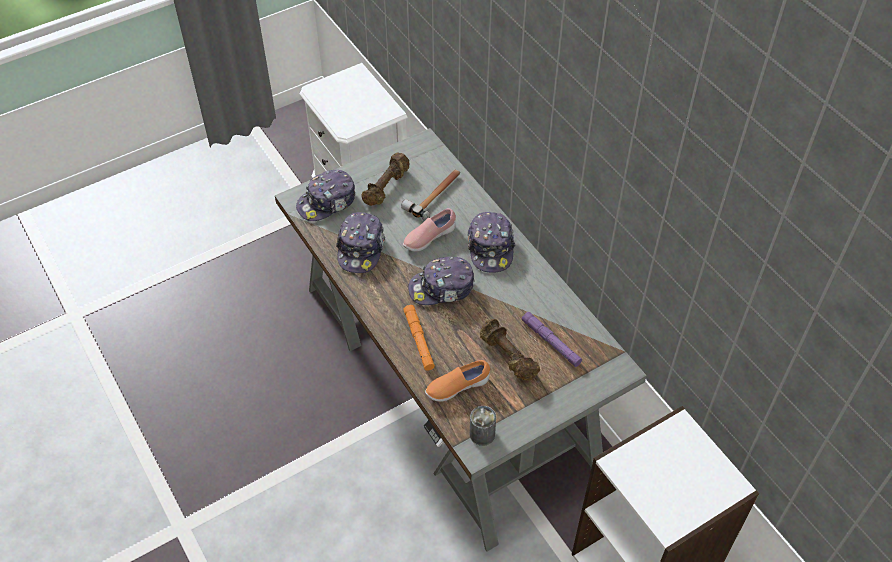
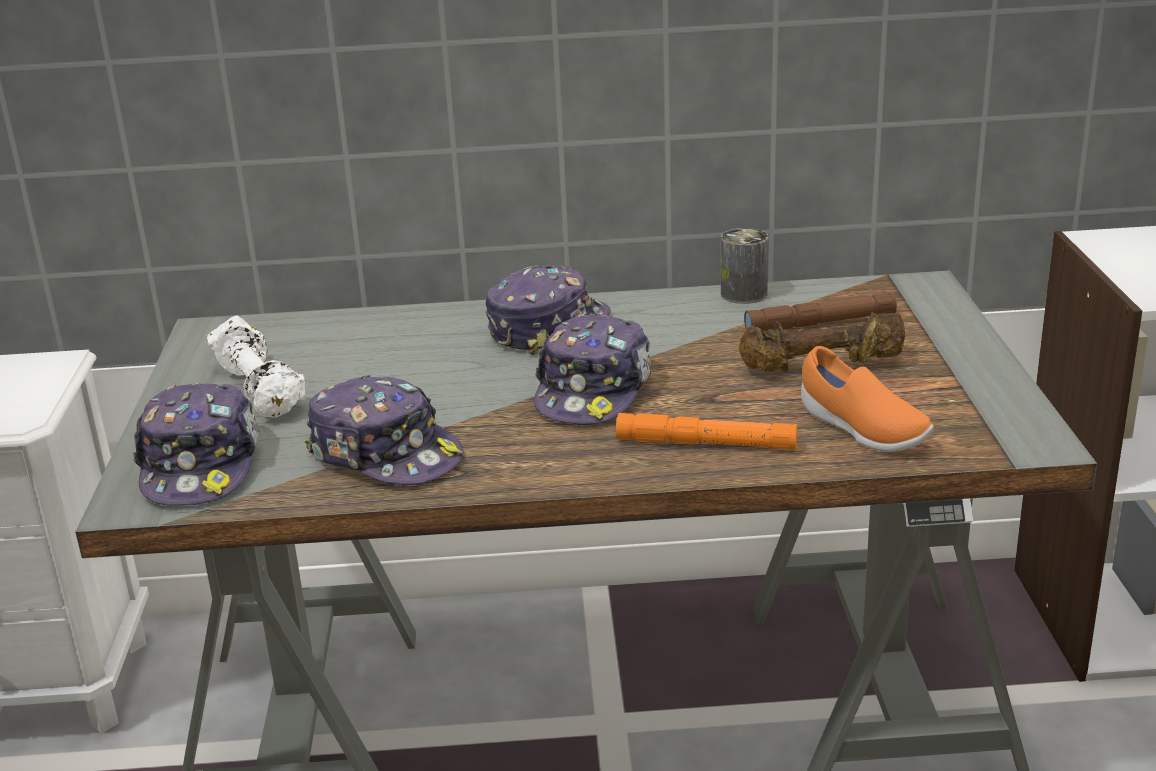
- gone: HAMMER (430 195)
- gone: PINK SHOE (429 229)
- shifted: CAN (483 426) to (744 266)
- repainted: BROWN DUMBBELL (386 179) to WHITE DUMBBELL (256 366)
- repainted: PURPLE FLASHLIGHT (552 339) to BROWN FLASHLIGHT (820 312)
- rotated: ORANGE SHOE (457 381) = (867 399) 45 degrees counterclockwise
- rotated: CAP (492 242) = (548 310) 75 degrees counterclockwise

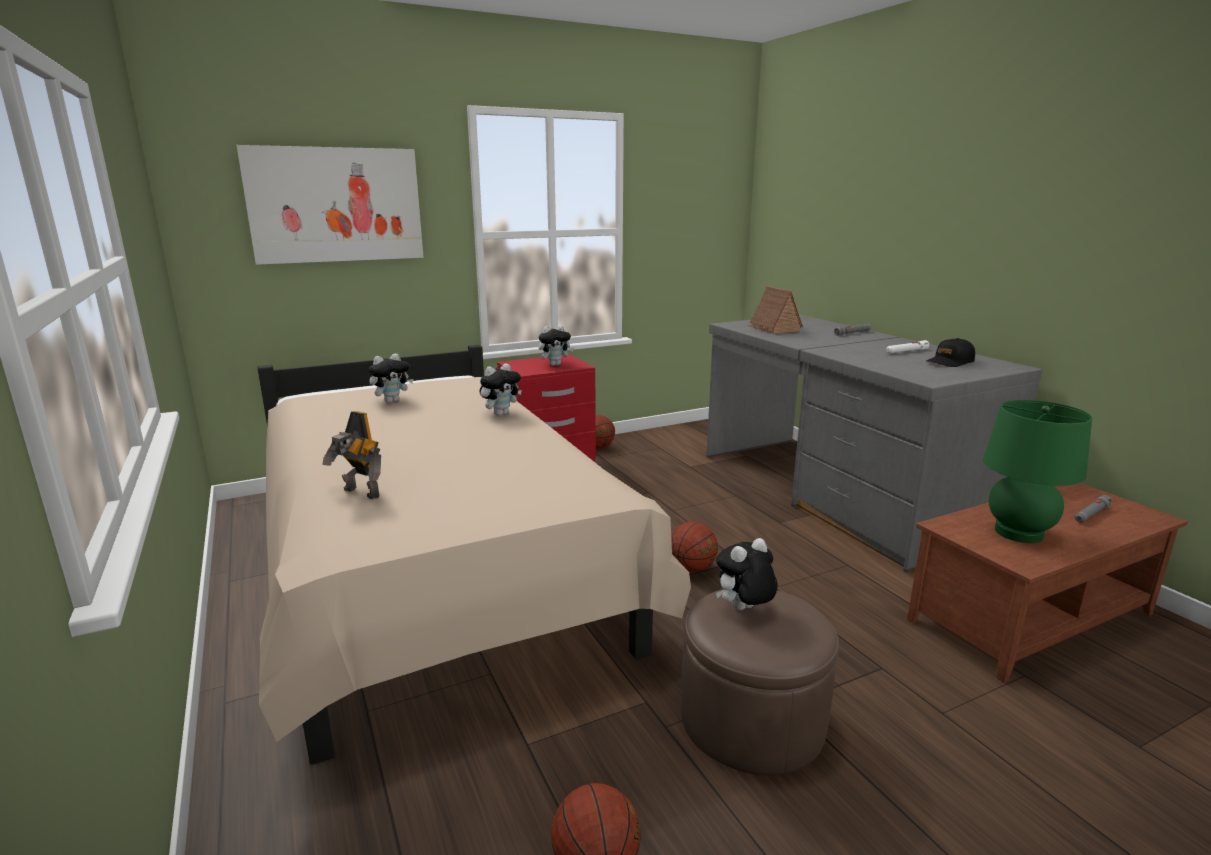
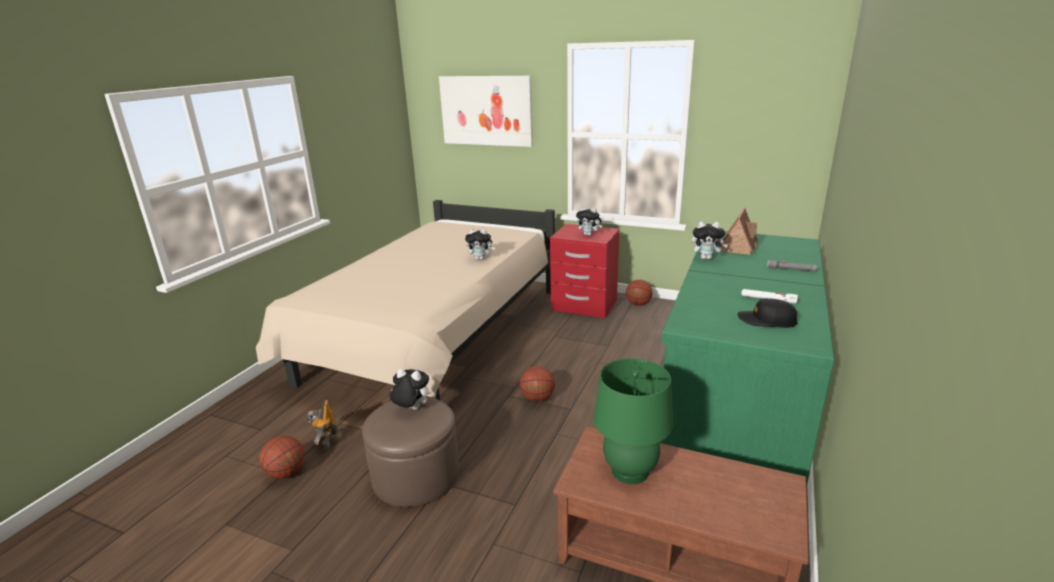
- gone: GREY FLASHLIGHT (1093 508)
- shifted: TOY ROBOT (351 455) to (321 426)
- shifted: PLUSH TOY (391 378) to (709 240)
- repainted: GREY DESK (874 443) to GREEN DESK (746 359)

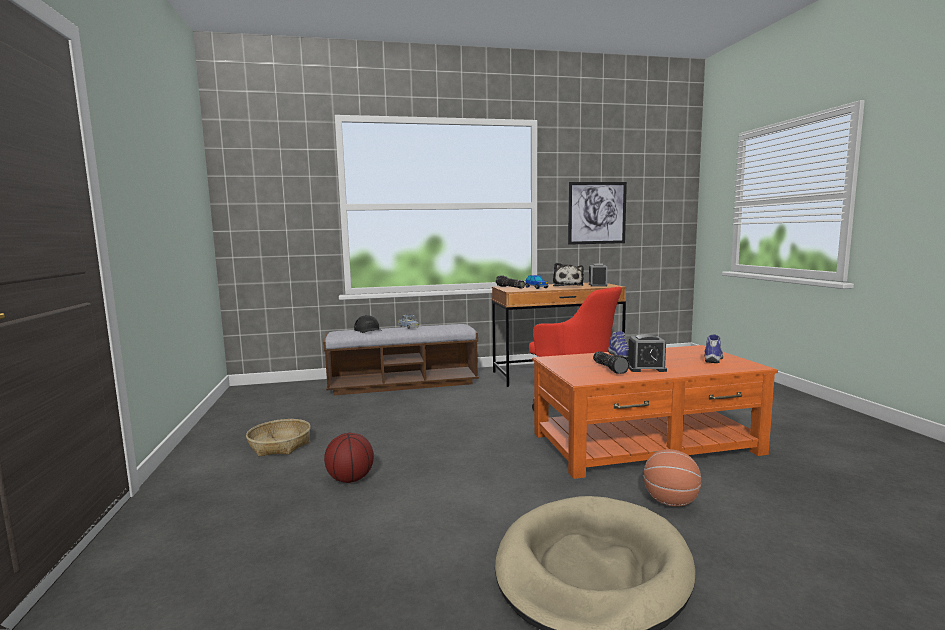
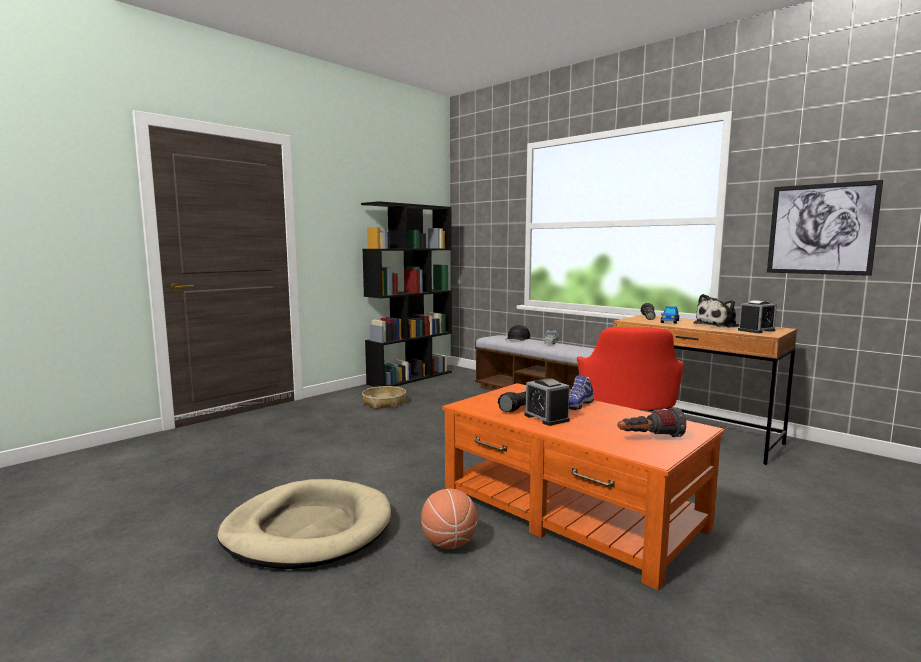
- gone: BASKETBALL (349 458)
- new: BLACK BOOKCASE (406 294)
- swapped: SHOE (713 348) to FLASHLIGHT (652 422)

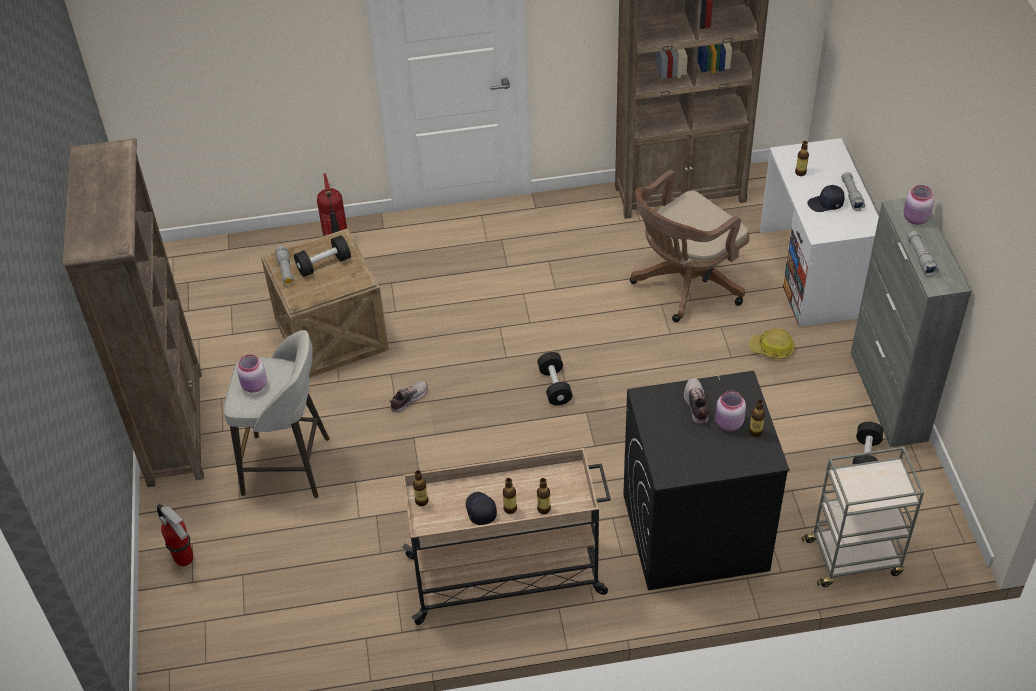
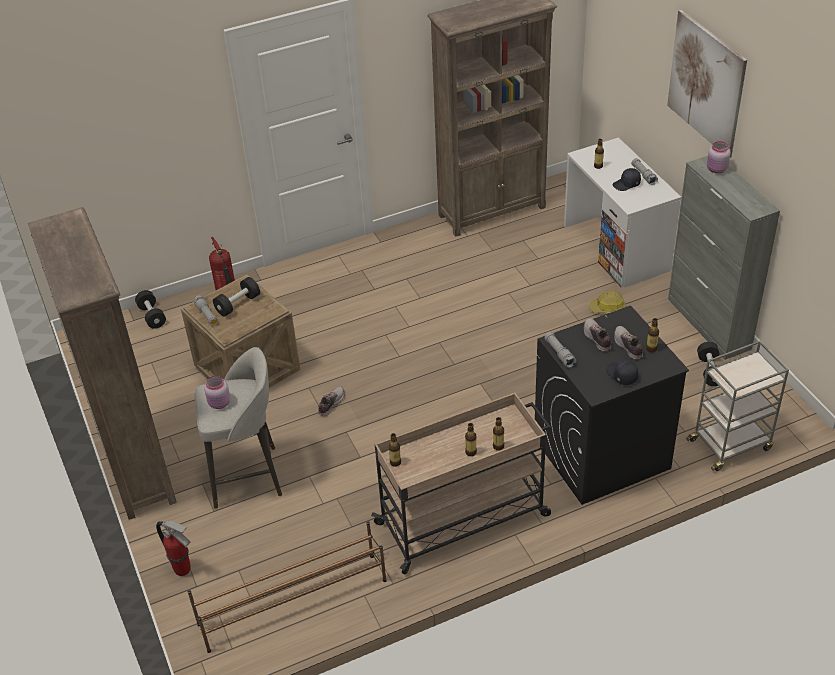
- gone: BROWN OFFICE CHAIR (690 246)
- new: BROWN SHOE RACK (287 587)
- new: PICTURE (707 84)
- shifted: BLACK CAP (481 508) to (622 372)
- shifted: BLACK DUMBBELL (554 379) to (150 309)
- shifted: GREY FLASHLIGHT (923 254) to (560 350)
- swapped: PINK JAR (730 411) to SHOE (628 342)

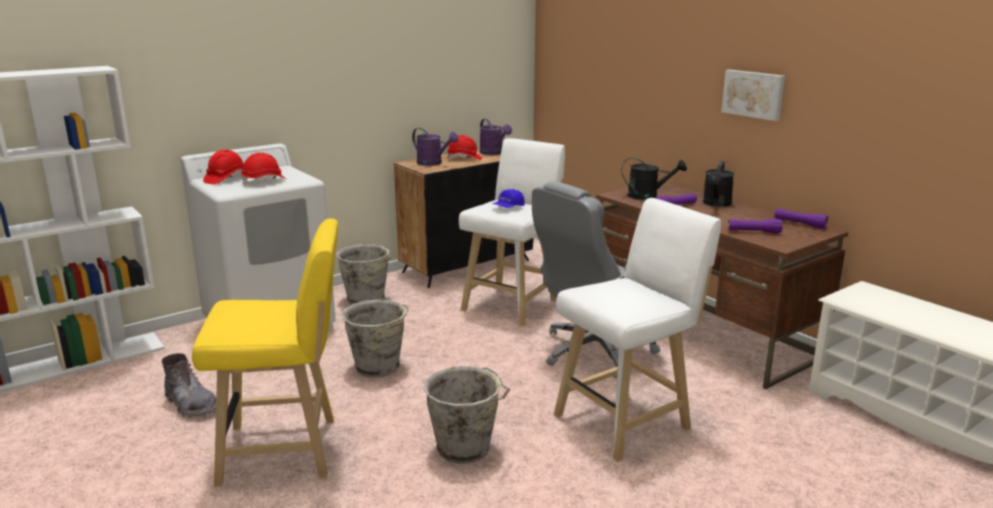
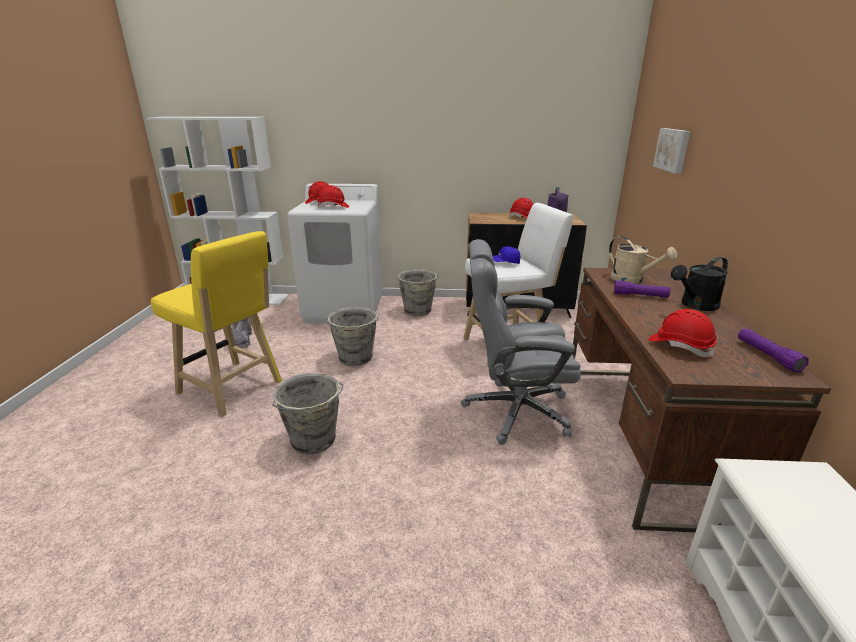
- gone: PURPLE WATERING CAN (435 147)
- gone: WHITE STOOL (637 330)
- shifted: PICTURE (753 95) to (671 151)
- swapped: PURPLE FLASHLIGHT (755 226) to RED HARD HAT (682 333)
- repainted: BLACK WATERING CAN (654 179) to BEIGE WATERING CAN (643 260)

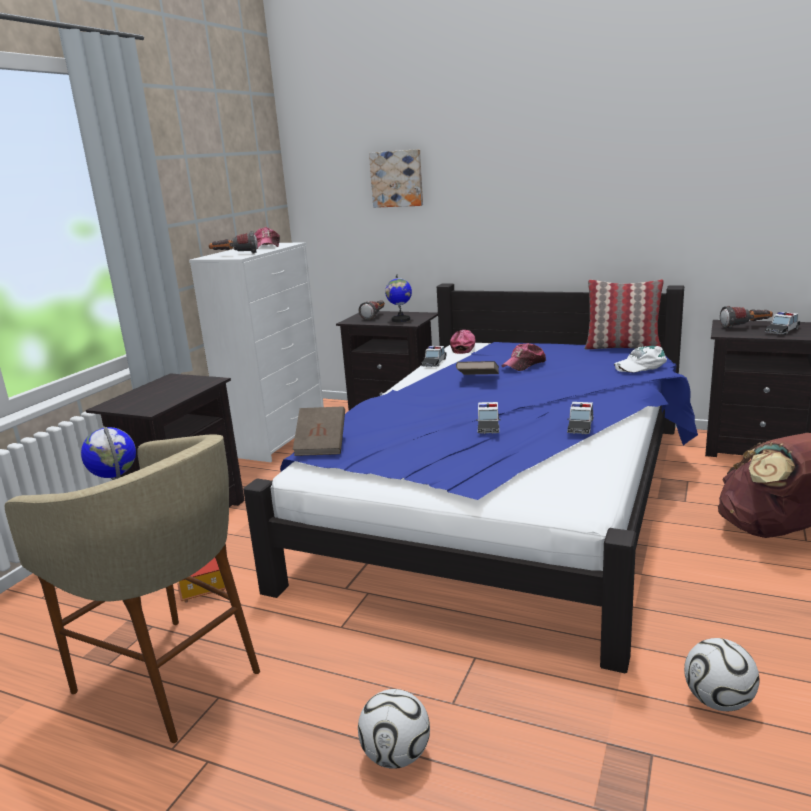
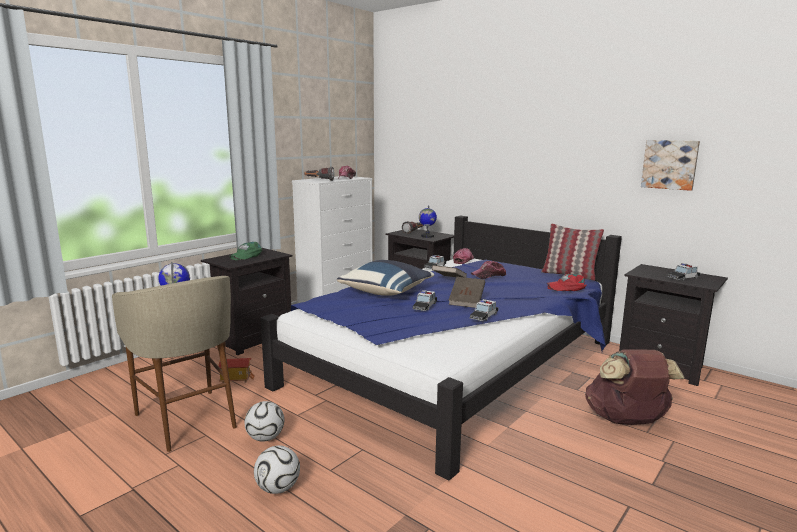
- gone: FLASHLIGHT (746 317)
- new: GREEN CAP (245 251)
- new: BLUE PILLOW (385 278)
- shifted: BROWN BOOK (319 431) to (467 292)
- shifted: PICTURE (396 178) to (670 165)
- shifted: FOOTBALL (721 674) to (264 421)
- repainted: WHITE CAP (640 359) to RED CAP (567 282)

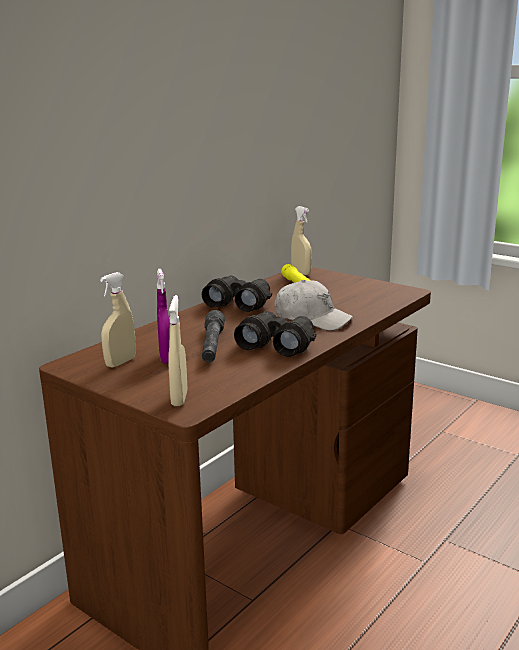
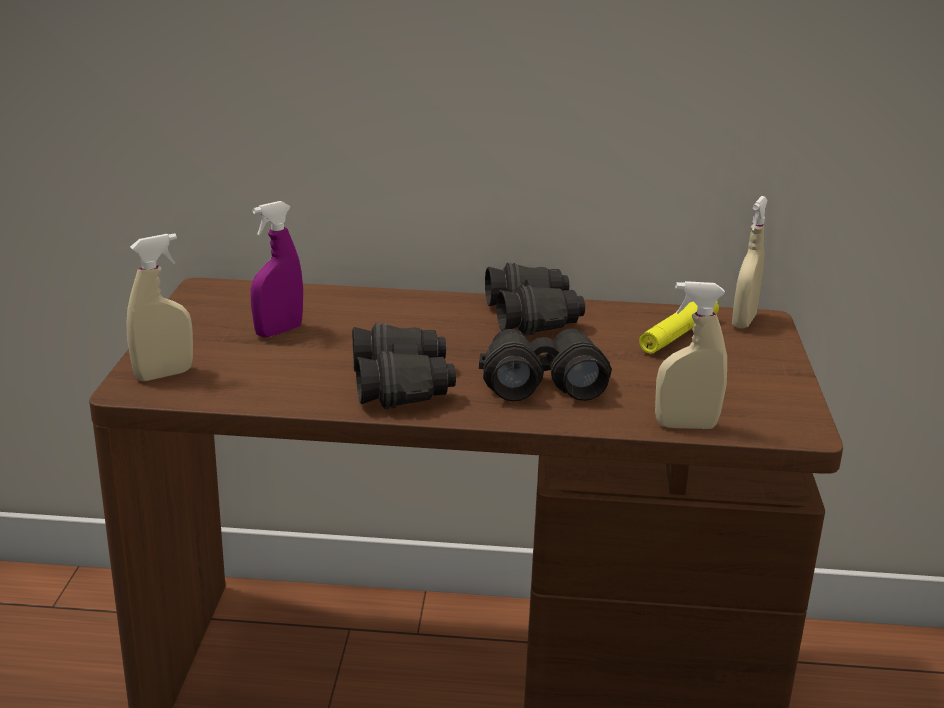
- gone: GREY FLASHLIGHT (213 336)
- shifted: BEIGE SPRAY BOTTLE (118 320) to (691 355)
- swapped: WHITE CAP (314 305) to BLACK BINOCULARS (545 364)

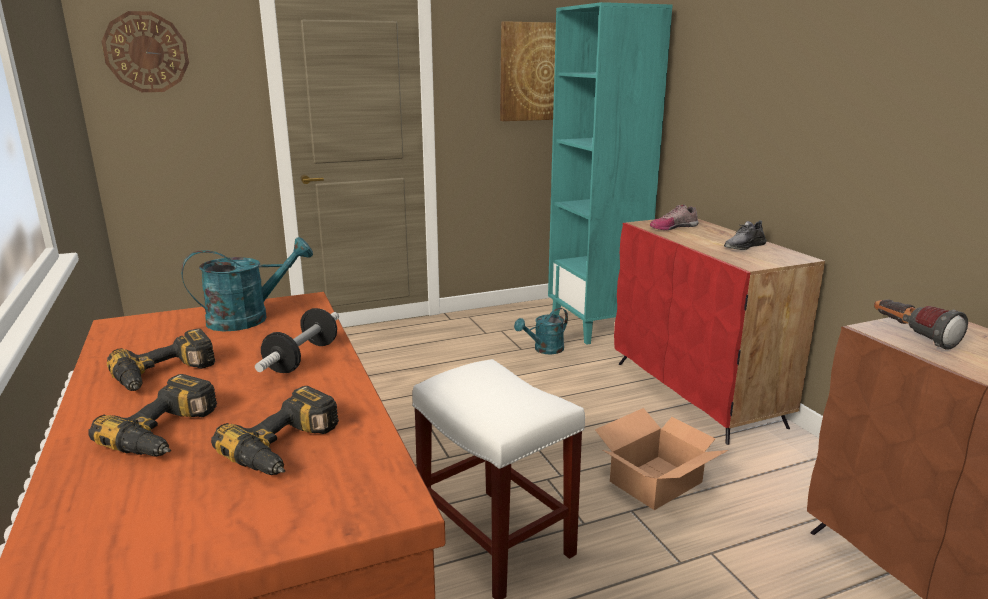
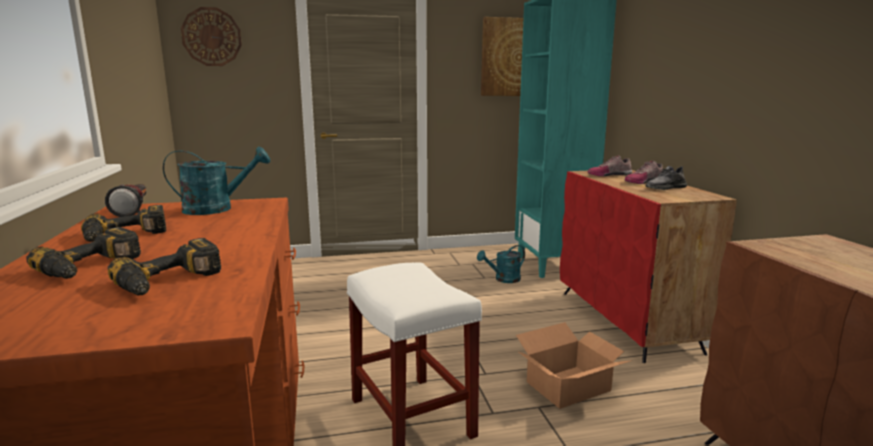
- gone: DUMBBELL (297 340)
- new: SHOE (644 172)
- shifted: FLASHLIGHT (921 324) to (126 200)

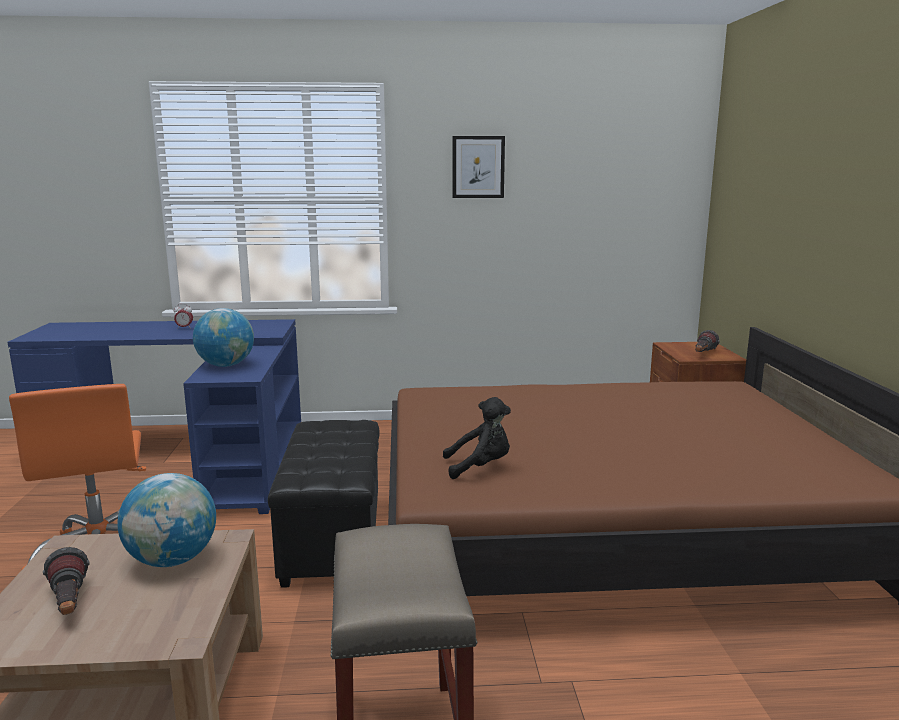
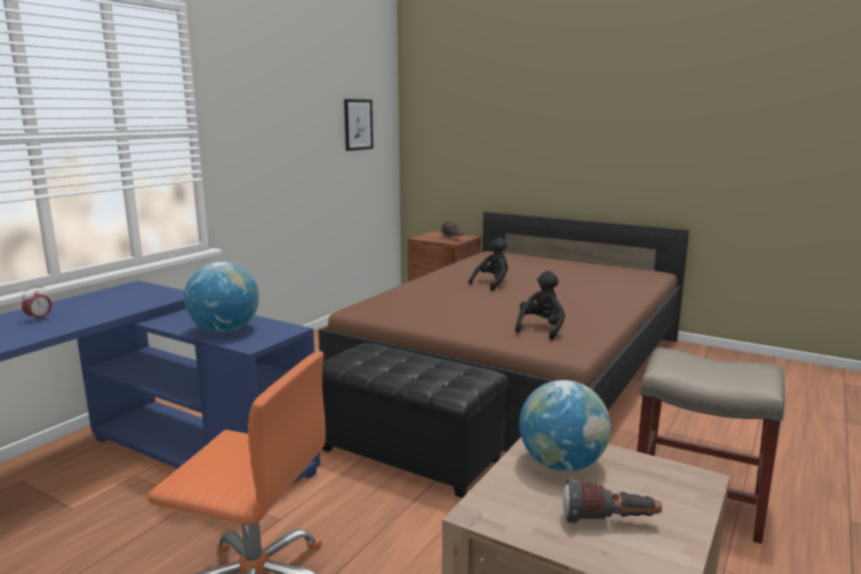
- new: BLACK PLUSH TOY (488 264)
- shifted: PICTURE (479 167) to (358 125)

